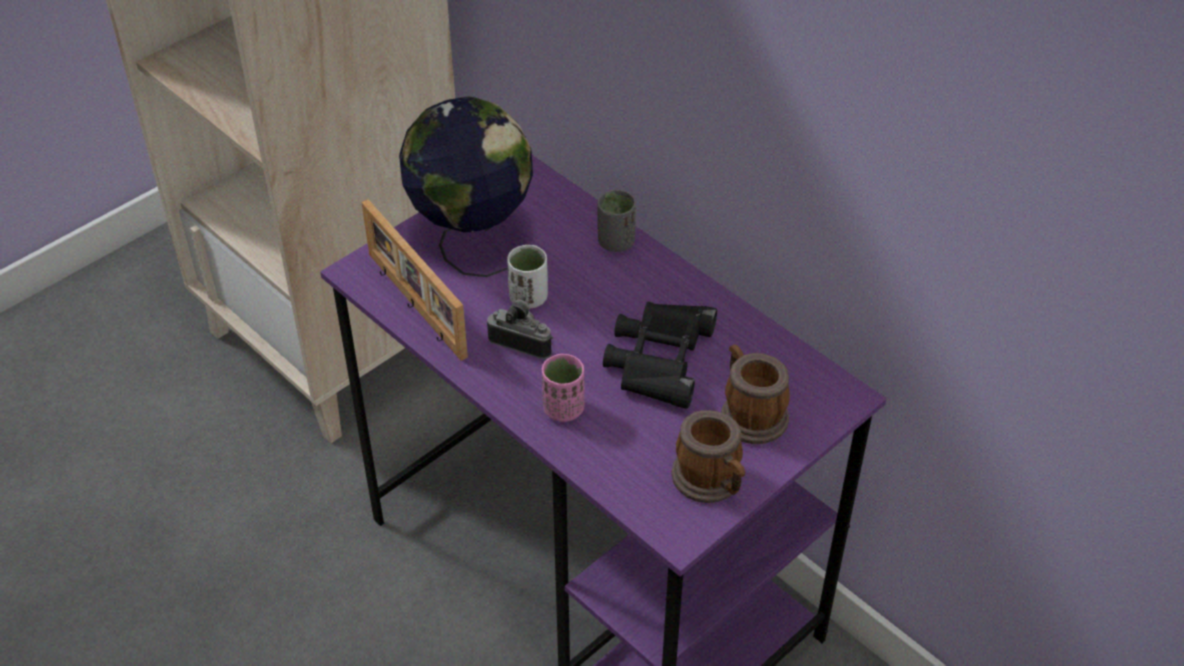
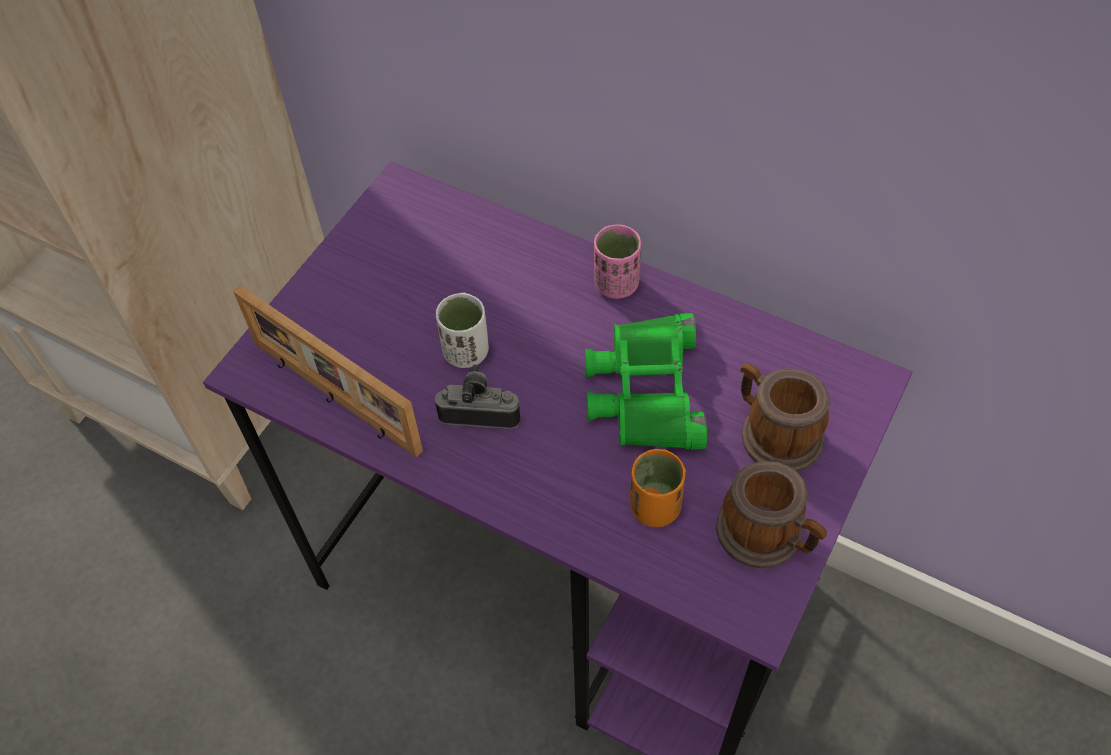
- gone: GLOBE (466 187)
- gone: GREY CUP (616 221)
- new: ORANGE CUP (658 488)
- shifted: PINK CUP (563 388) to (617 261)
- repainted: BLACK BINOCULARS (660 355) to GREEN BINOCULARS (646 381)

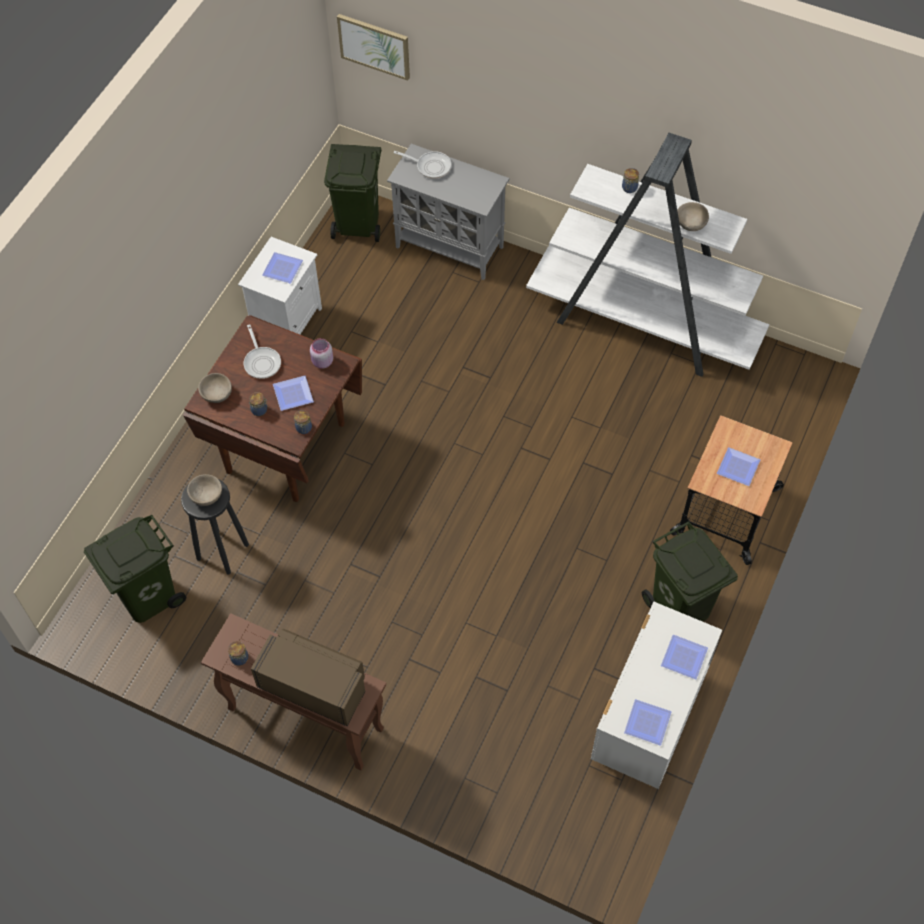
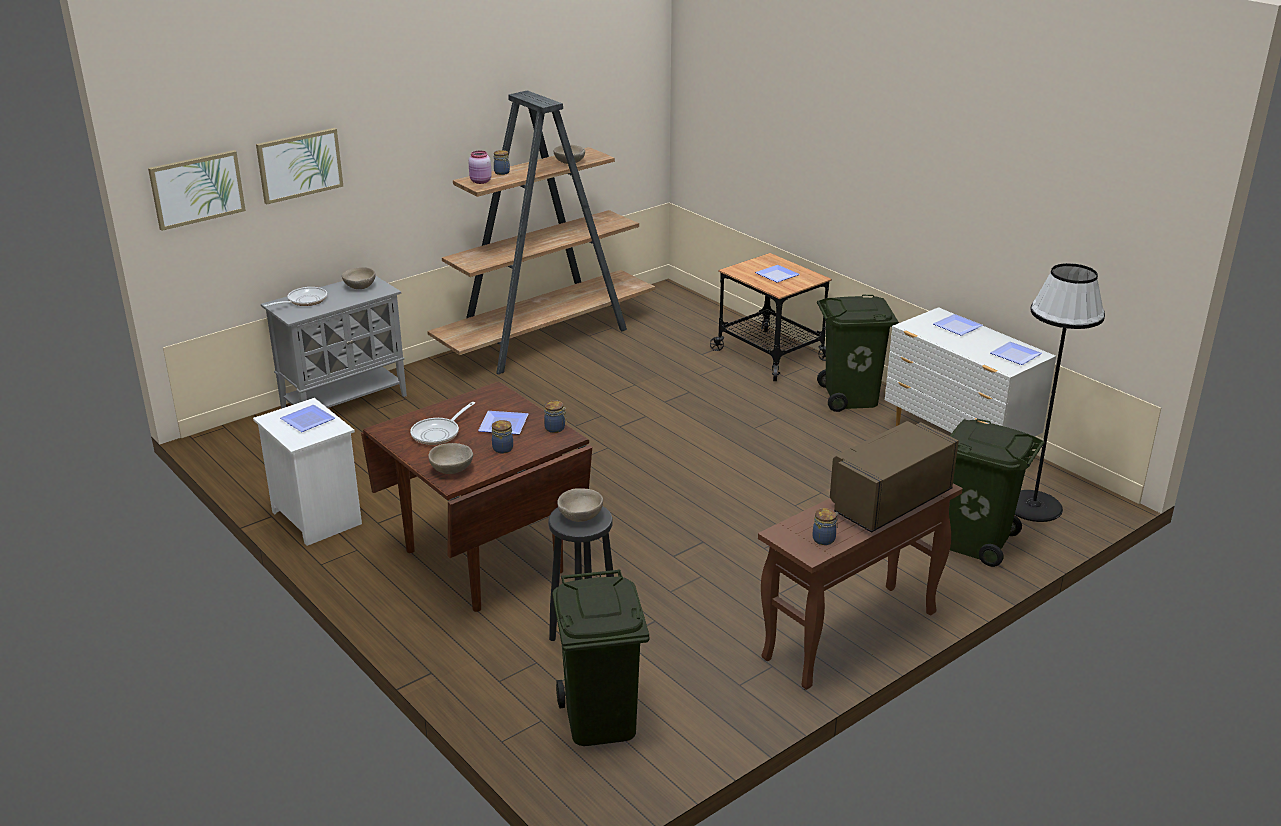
- new: PICTURE (299 166)
- new: BEIGE BOWL (359 278)
- new: BLACK FLOOR LAMP (1060 392)
- shifted: PINK JAR (321 353) to (480 167)
- shifted: GREEN TRASH CAN (352 193) to (997 493)
- repainted: WHITE BOOKCASE (647 255) to BROWN BOOKCASE (541 232)
- rotated: FRYING PAN (262 351) = (442 423) 120 degrees clockwise

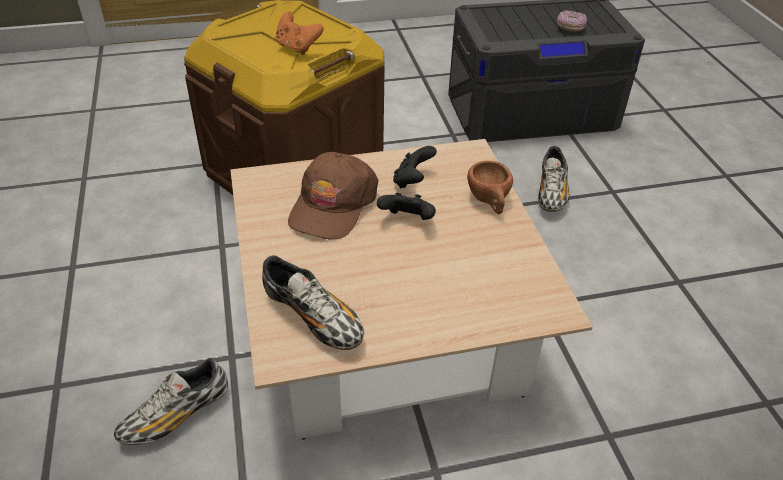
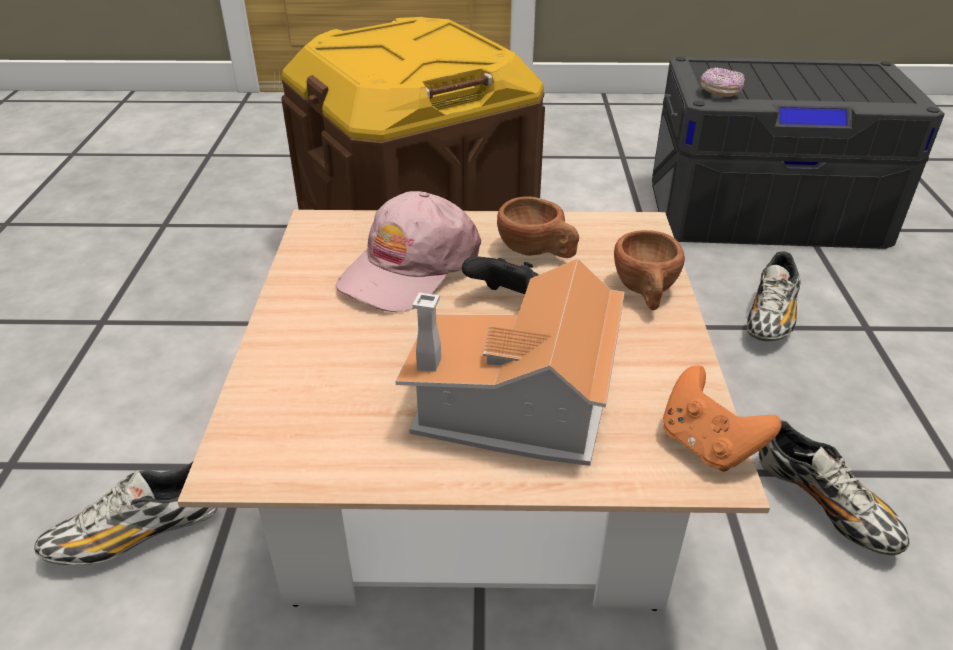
- new: TOY HOUSE (509 362)
- shifted: SHOE (313 302) to (834 487)
- shifted: ORANGE GAME CONTROLLER (299 33) to (722 418)
- shifted: DONUT (572 21) to (723 82)
- swapped: BLACK GAME CONTROLLER (415 167) to BROWN CUP (538 227)
- repainted: BROWN CAP (333 195) to PINK CAP (408 251)

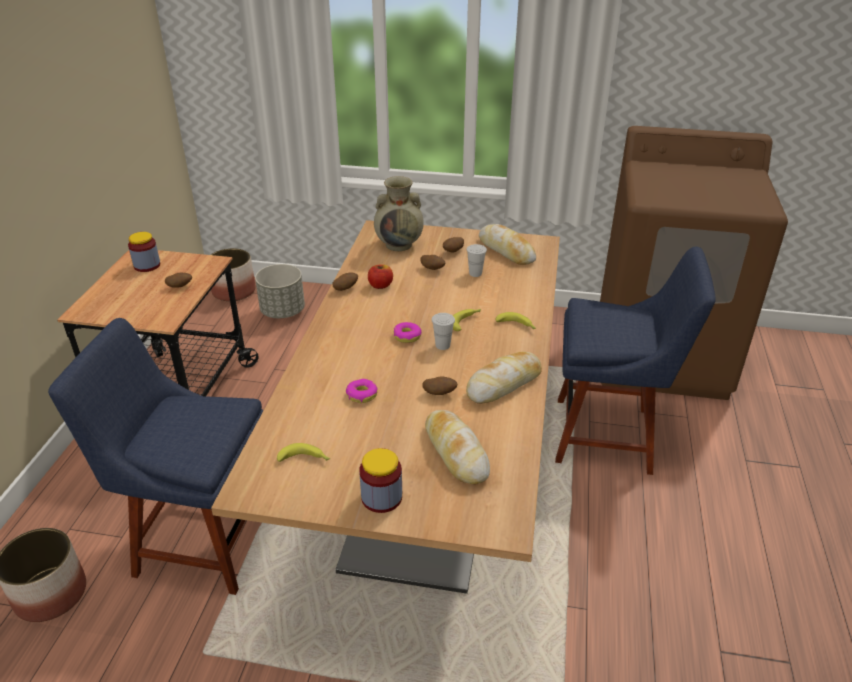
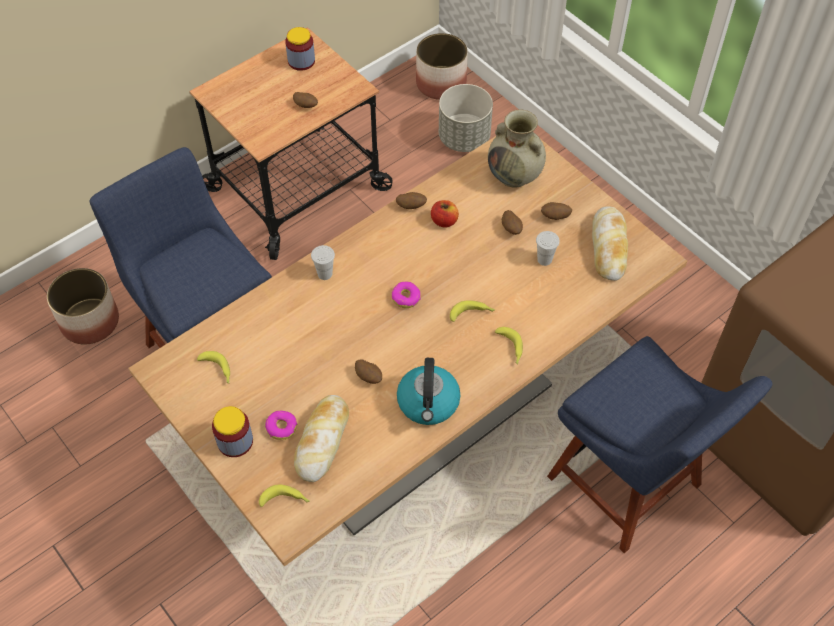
- new: BANANA (284 496)
- shifted: DONUT (362 391) to (281 425)
- shifted: WHITE CUP (443 331) to (323 262)
- swapped: BREAD (504 378) to KETTLE (429 391)

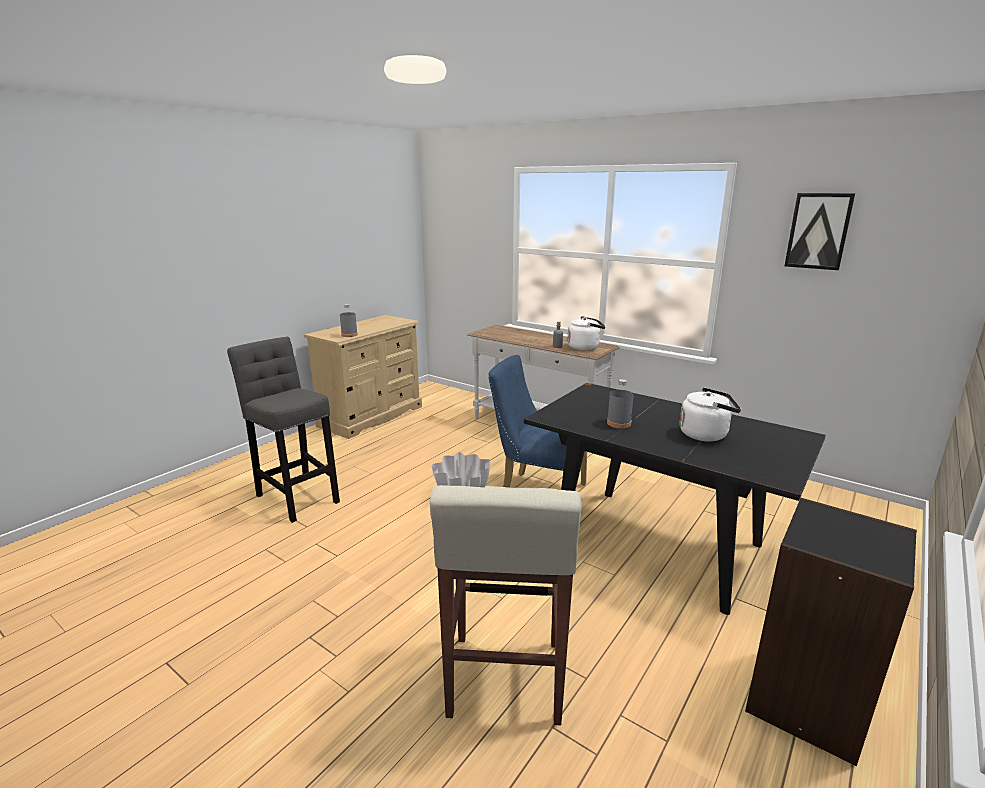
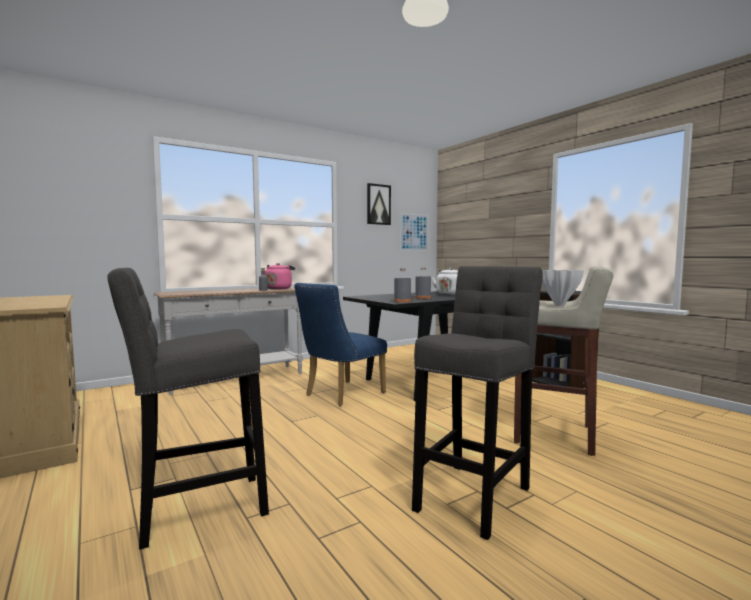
- new: PICTURE (414 232)
- new: GREY STOOL (477 403)
- shifted: GREY BOTTLE (349 320) to (402 285)
- repainted: WHITE KETTLE (586 333) to PINK KETTLE (278 276)

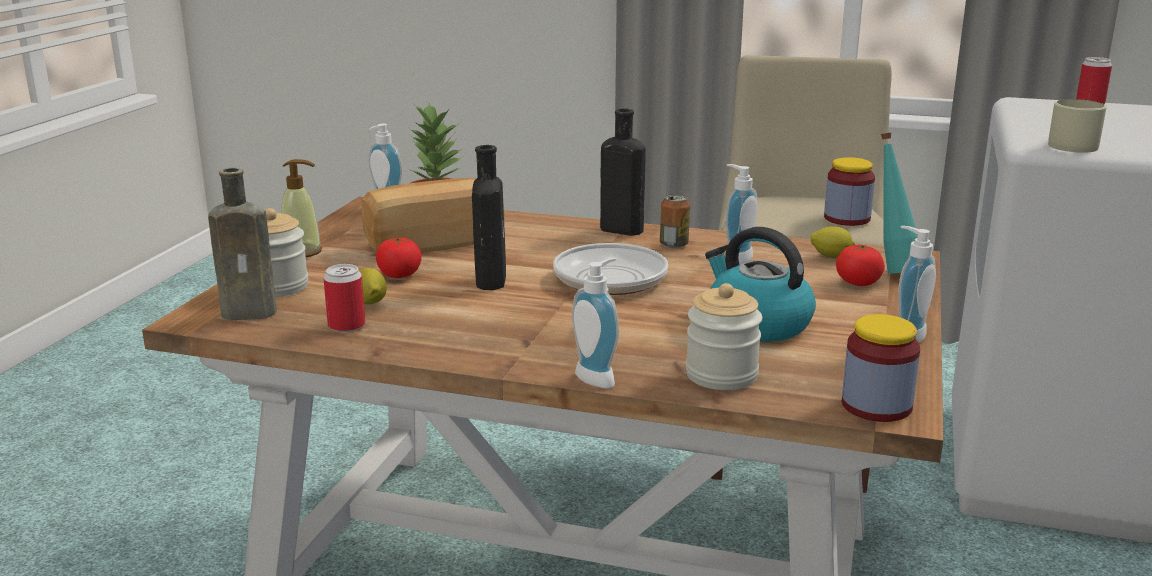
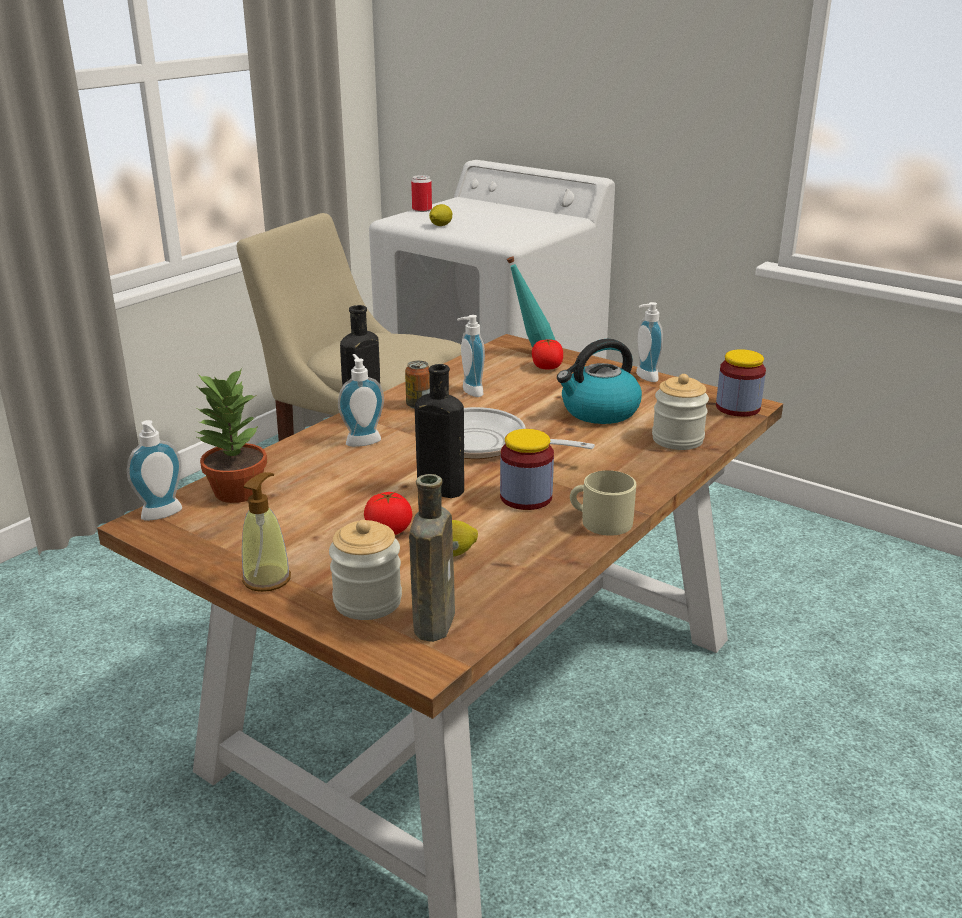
- gone: CAN (344 298)
- gone: BREAD (433 215)
- shifted: SOAP DISPENSER (595 323) to (361 400)
- shifted: LEMON (833 242) to (440 215)
- shifted: JAR (849 191) to (527 469)
- shifted: BEIGE MUG (1077 126) to (603 503)

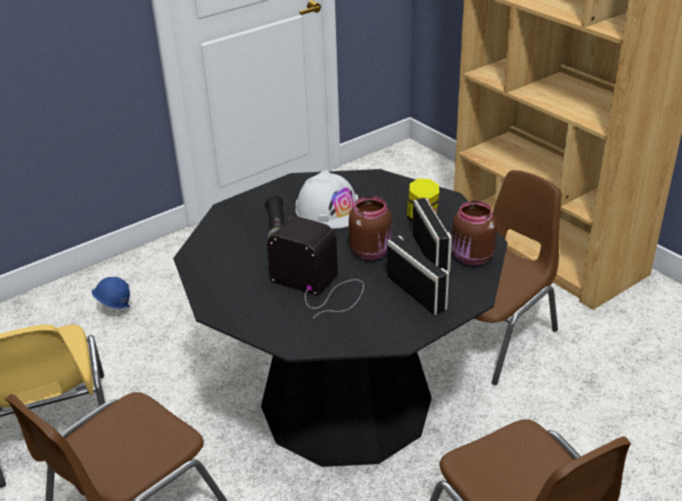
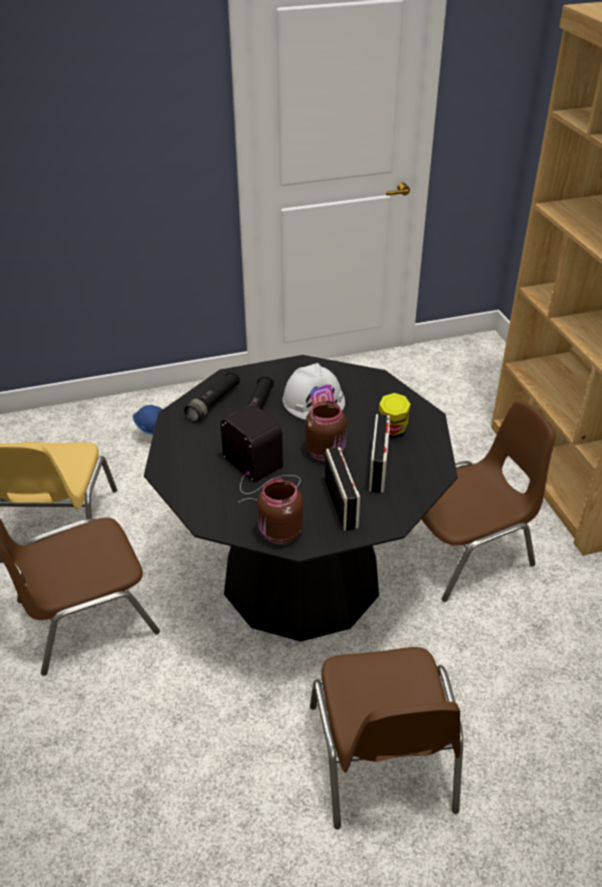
- new: BLACK FLASHLIGHT (212 396)
- shifted: BROWN JAR (474 233) to (280 511)

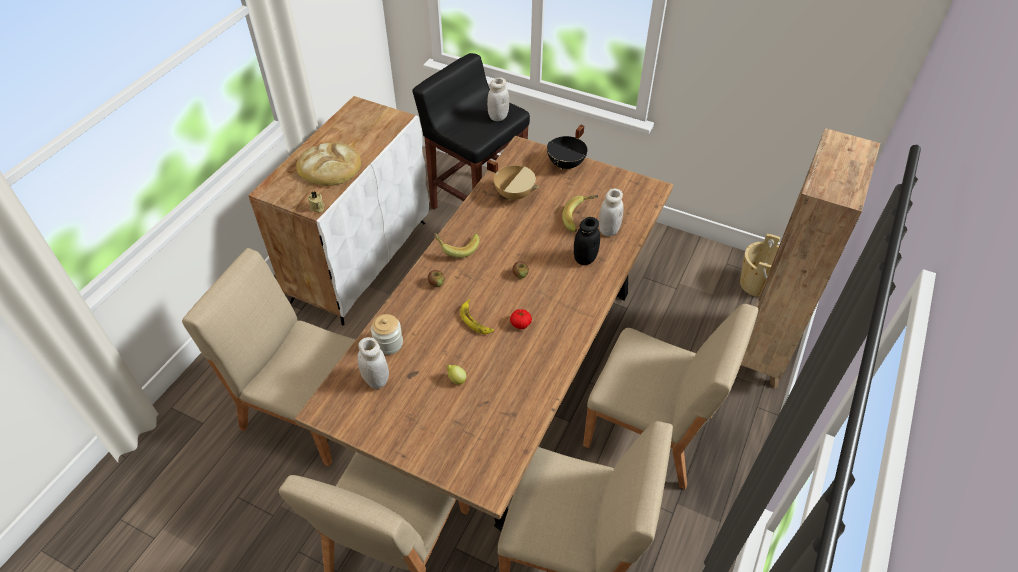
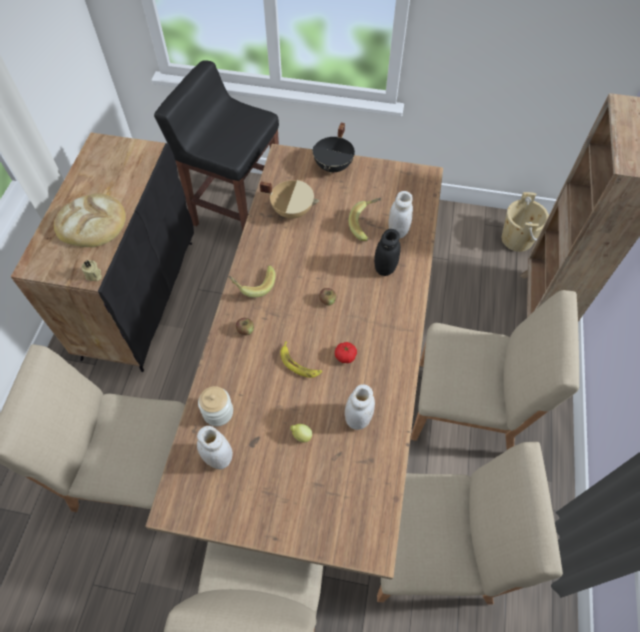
- shifted: WHITE JAR (498 99) to (360 407)
- repainted: WHITE CABINET (338 210) to BLACK CABINET (102 252)

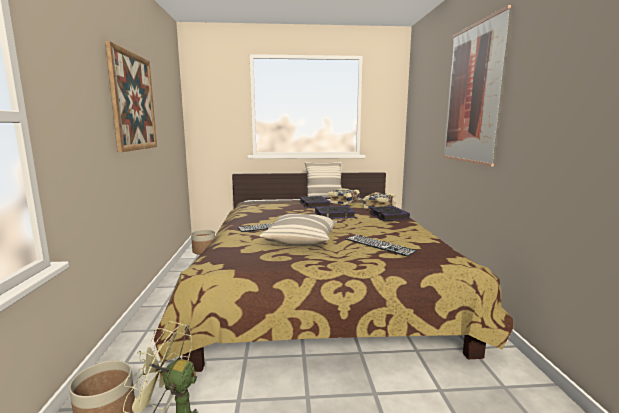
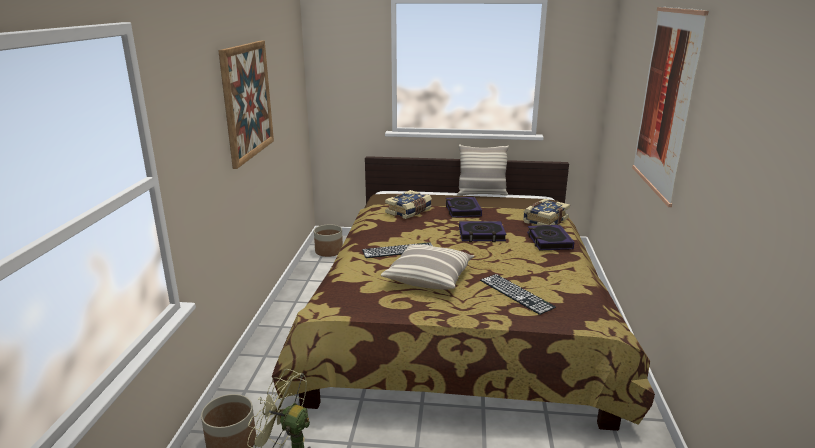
- shifted: BOOK (344 196) to (408 204)

